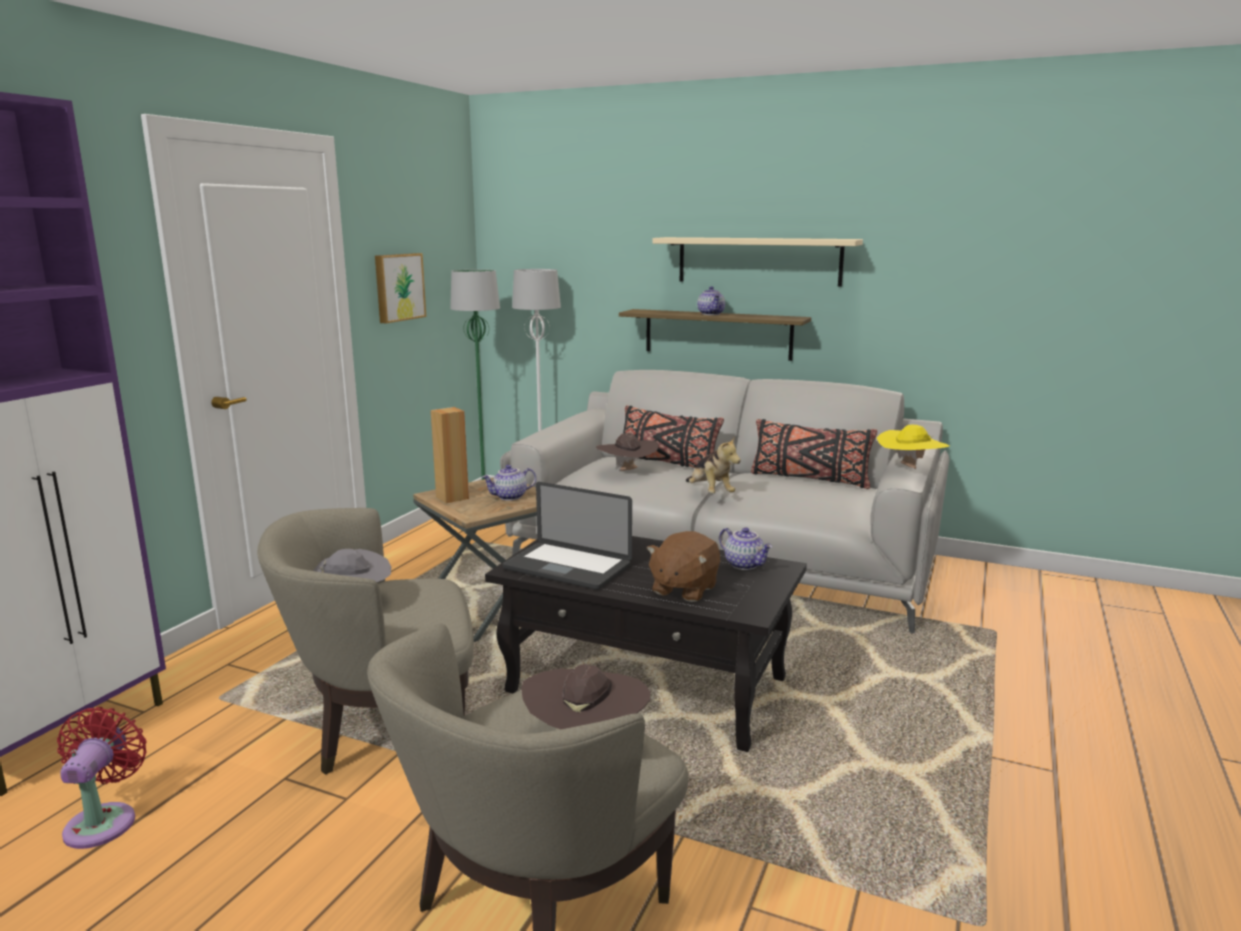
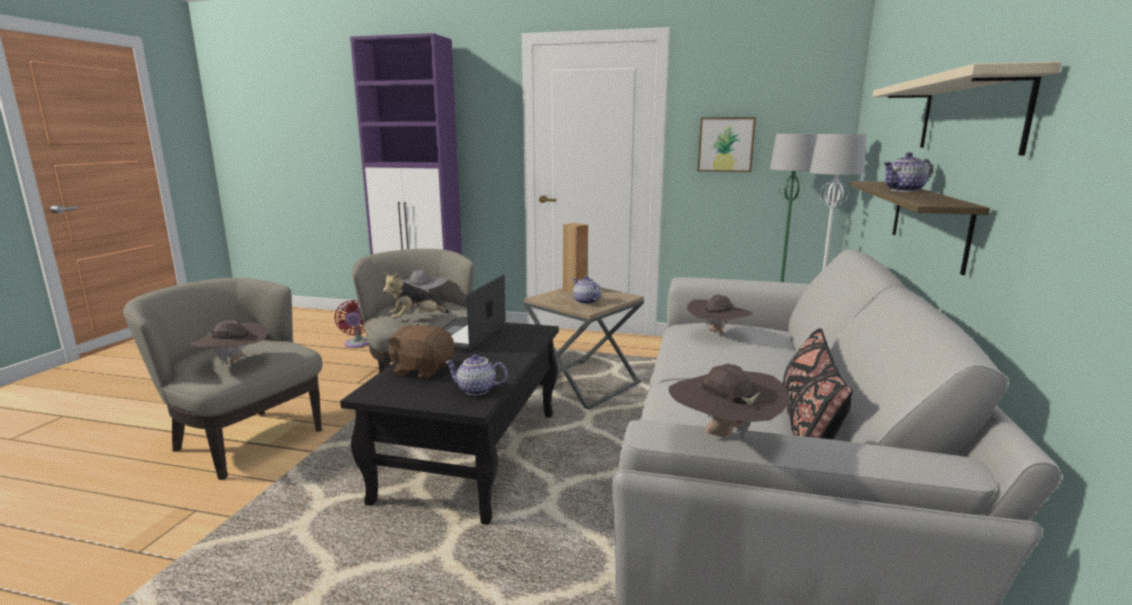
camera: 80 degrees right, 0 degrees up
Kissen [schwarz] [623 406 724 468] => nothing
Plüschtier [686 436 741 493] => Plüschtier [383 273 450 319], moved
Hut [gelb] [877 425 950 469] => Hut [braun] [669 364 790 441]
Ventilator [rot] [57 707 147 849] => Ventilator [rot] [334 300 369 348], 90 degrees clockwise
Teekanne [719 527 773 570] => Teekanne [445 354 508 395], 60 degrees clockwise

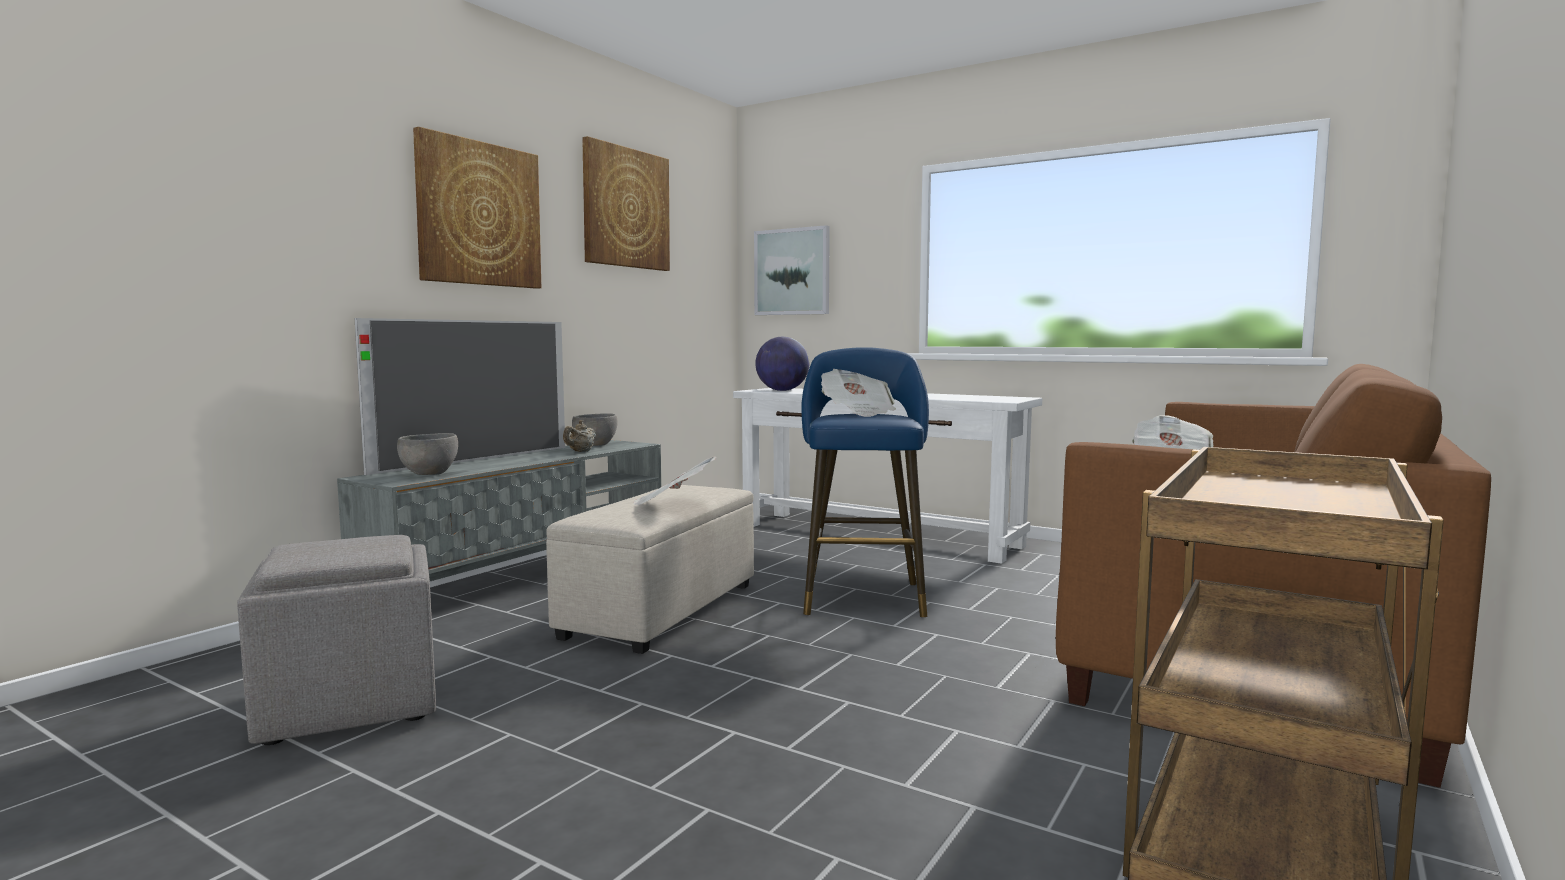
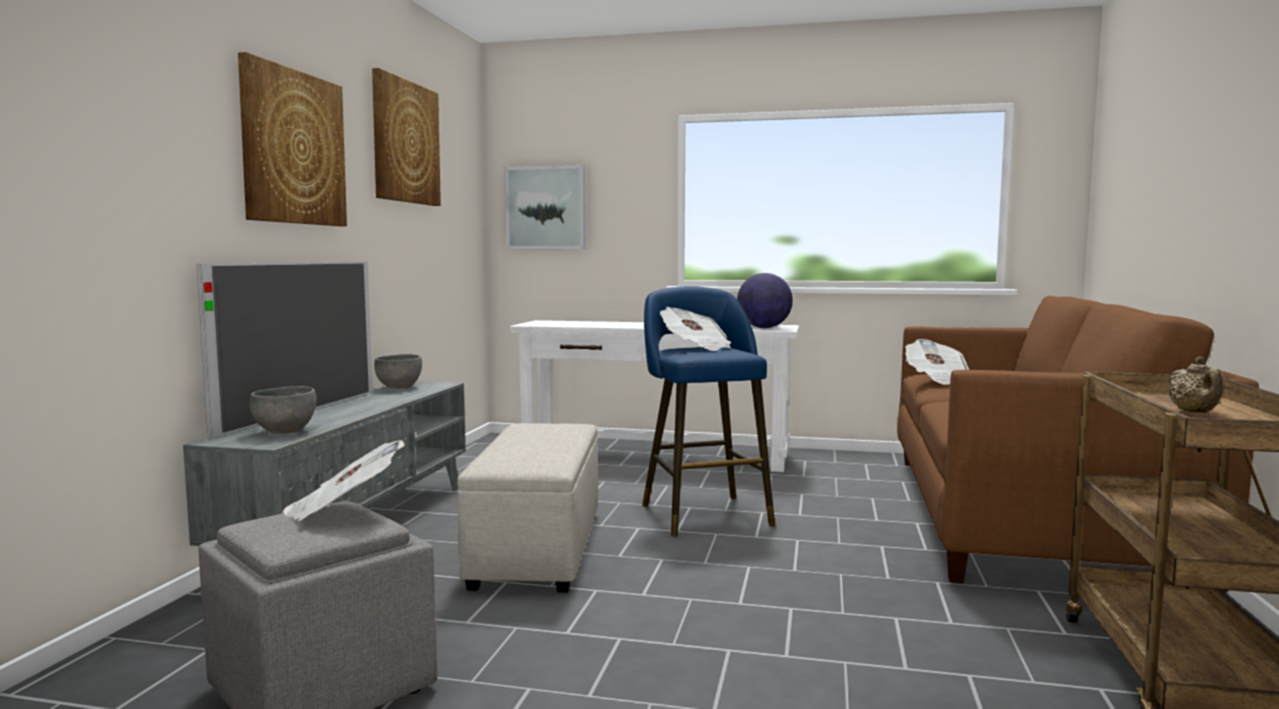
camera: 20 degrees left, 0 degrees up
Teekanne [beige] [563 420 596 452] => Teekanne [beige] [1168 357 1223 413], moved
Zeitung [633 456 716 506] => Zeitung [282 440 404 522], moved
Globus [755 337 809 391] => Globus [737 273 793 328], moved

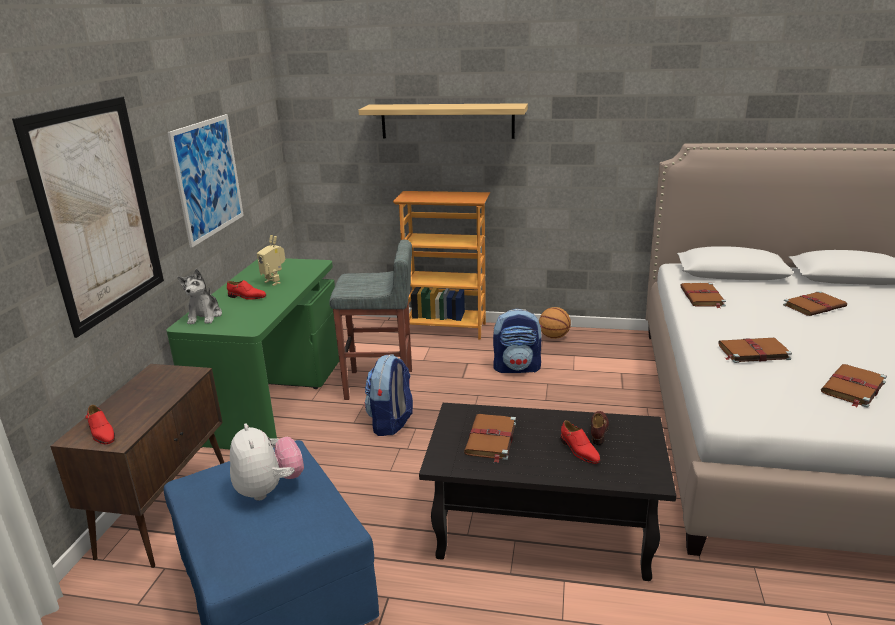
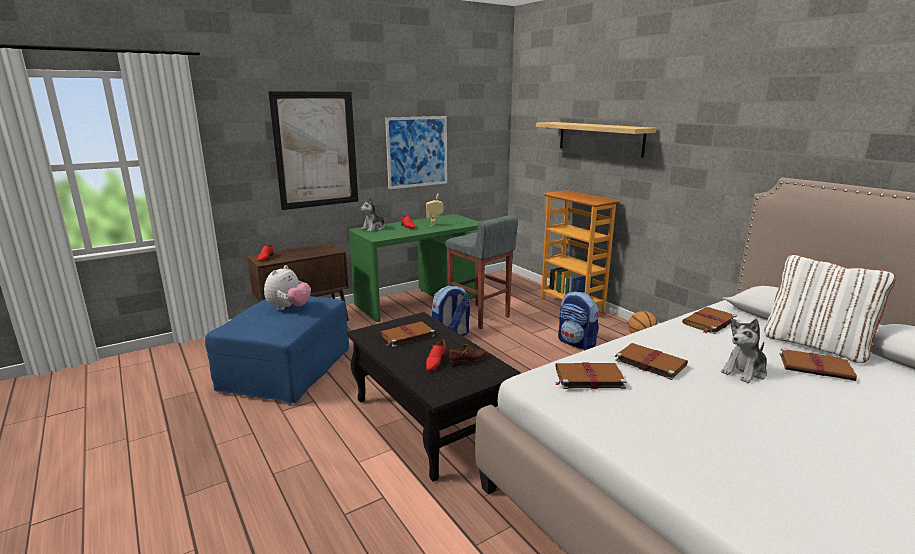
camera: 45 degrees right, 5 degrees down
nothing => Plüschtier [721 319 767 383]
nothing => Kissen [weiß] [764 254 895 363]
Buch [braun] [821 364 887 408] => Buch [braun] [556 363 627 389], moved

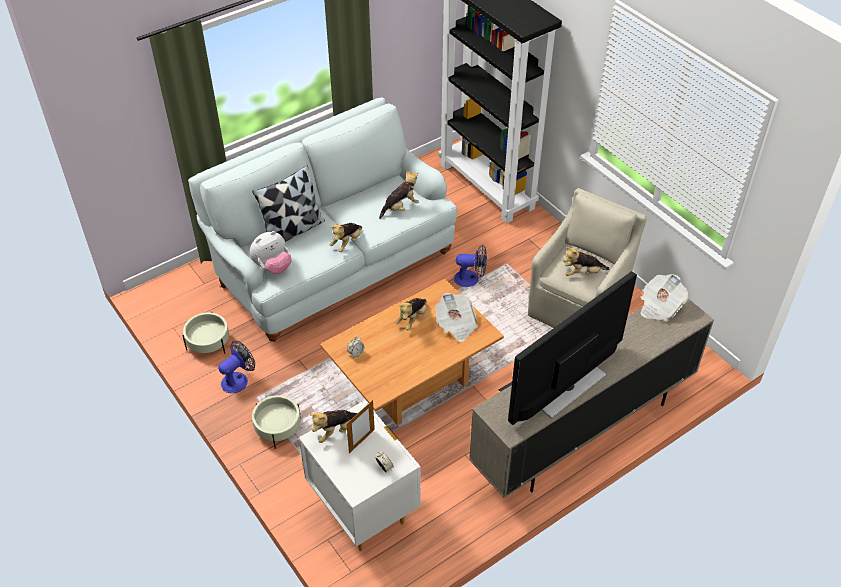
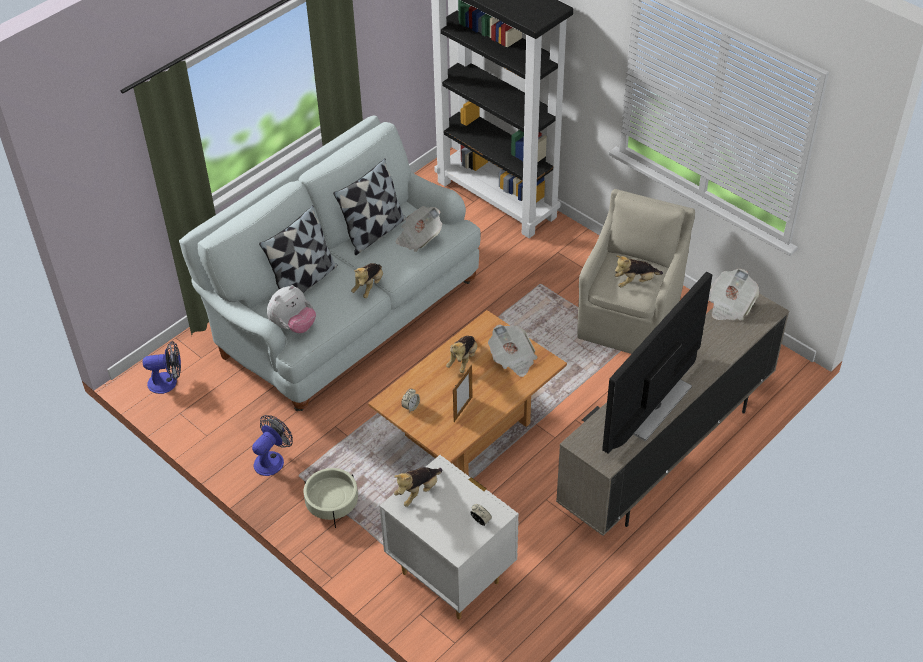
camera: 10 degrees left, 0 degrees up
Pflanzkübel [beige] [182 312 229 354] => nothing
nothing => Kissen [333 158 406 255]
Bilderrahmen [346 400 375 453] => Bilderrahmen [453 364 472 422], moved
Ventilator [454 245 487 287] => Ventilator [143 341 181 394], moved
Plüschtier [379 170 419 219] => Zeitung [396 206 442 252]

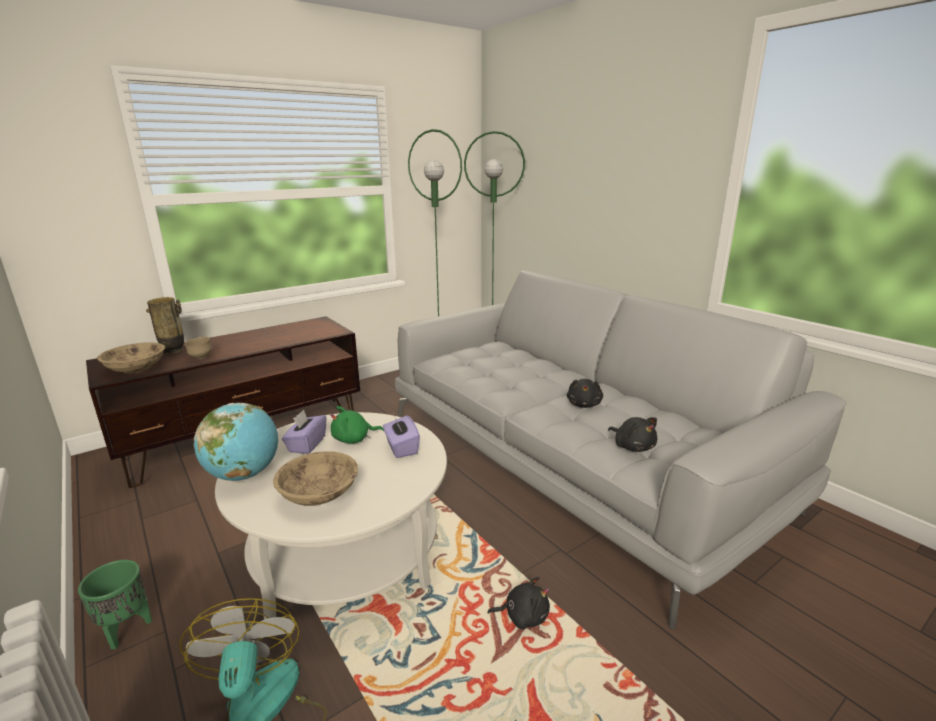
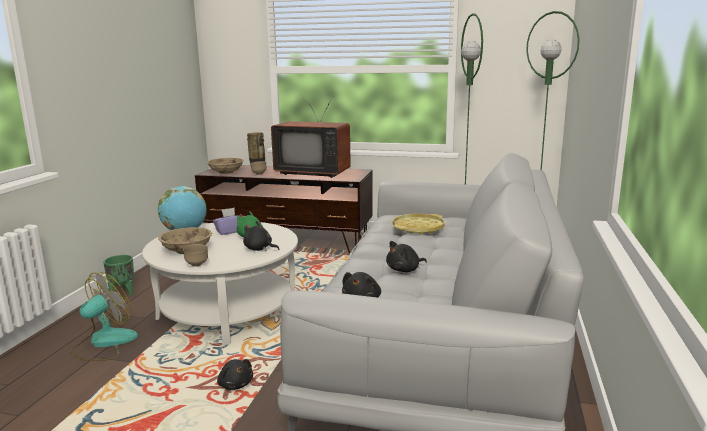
camera: 50 degrees right, 5 degrees down
nothing => Schüssel [braun] [183 244 208 267]
nothing => Fernseher [271 97 351 178]
nothing => Tablett [gelb] [393 214 445 235]
Taschentuchbox [lila] [383 415 420 458] => Plüschtier [schwarz] [243 221 280 251]

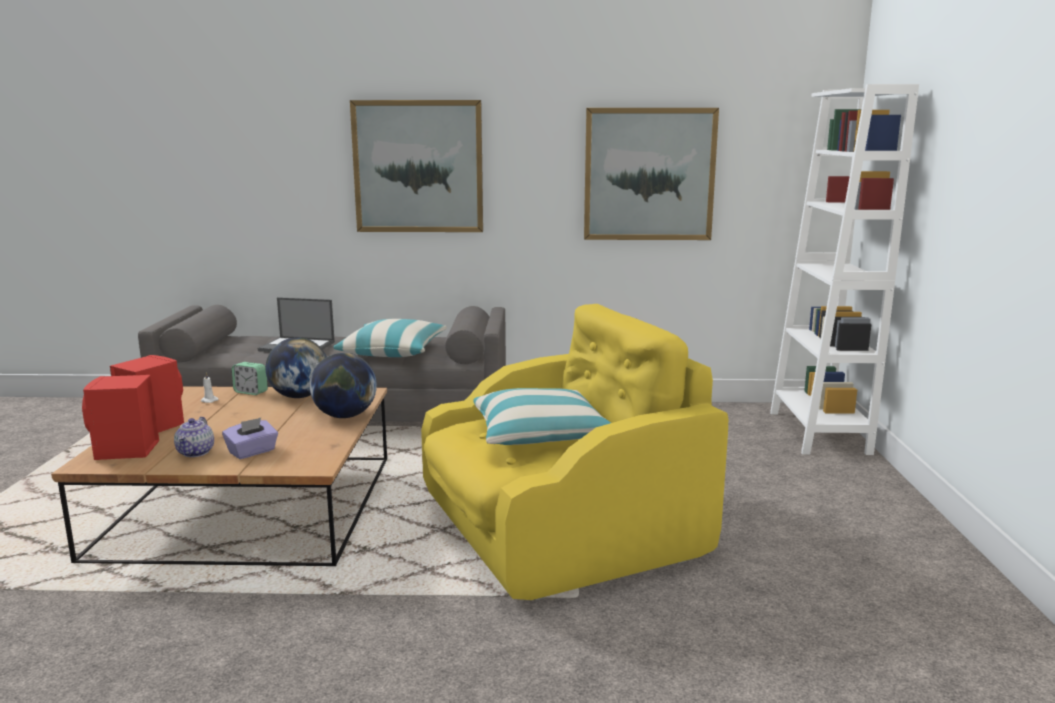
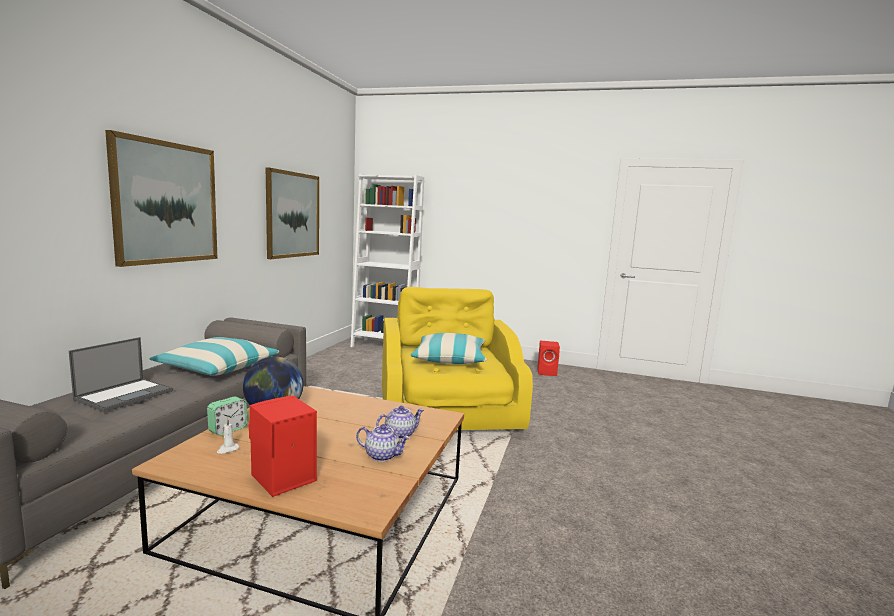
camera: 75 degrees left, 5 degrees down
Globus [310 353 377 418] => nothing
Lautsprecher [rot] [82 375 159 460] => Lautsprecher [rot] [537 341 560 376], moved
Taschentuchbox [lila] [222 418 278 459] => Teekanne [376 406 424 439]

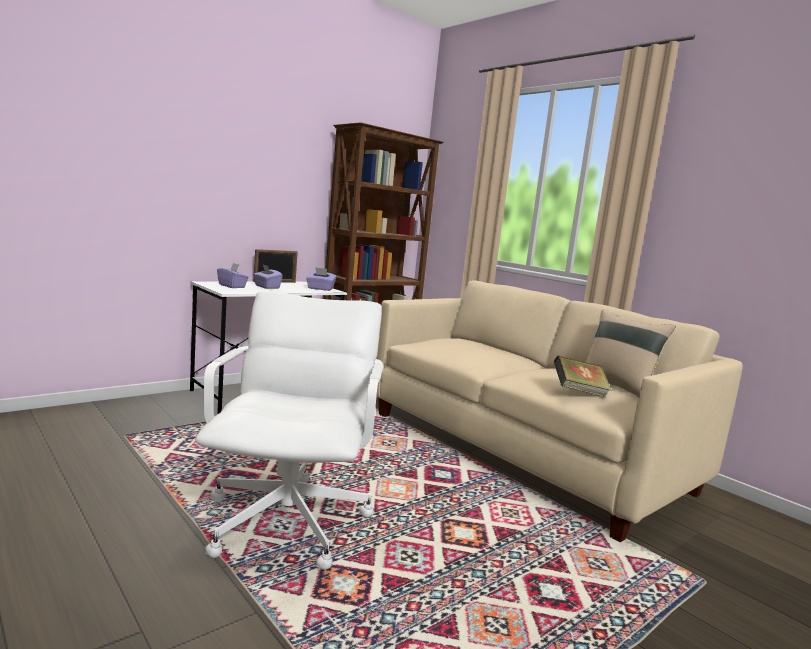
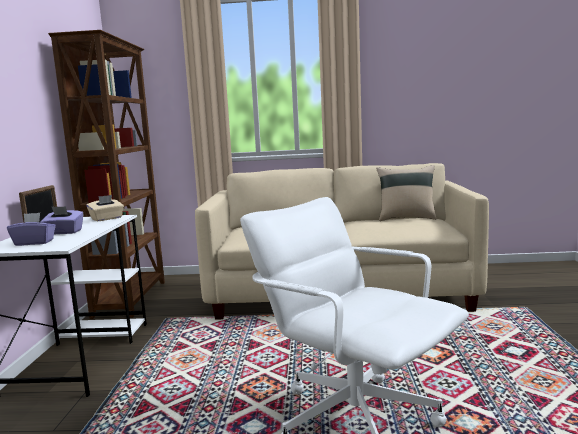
camera: 45 degrees left, 0 degrees up
Buch [554 356 611 397] => nothing
Taschentuchbox [lila] [306 268 336 291] => Taschentuchbox [beige] [87 195 124 221]

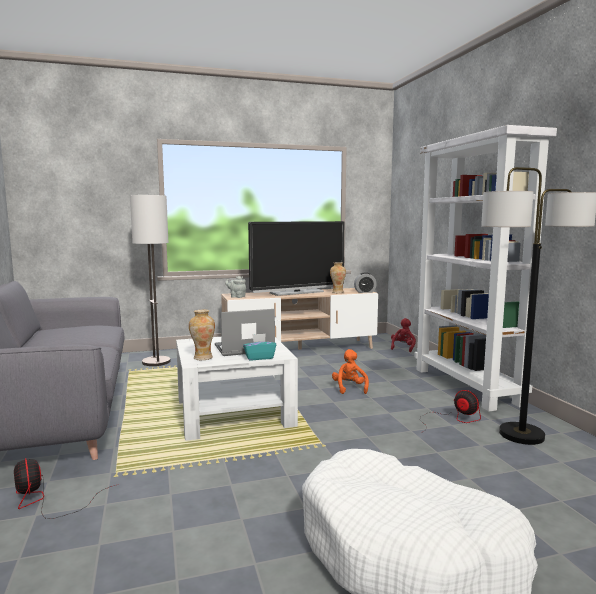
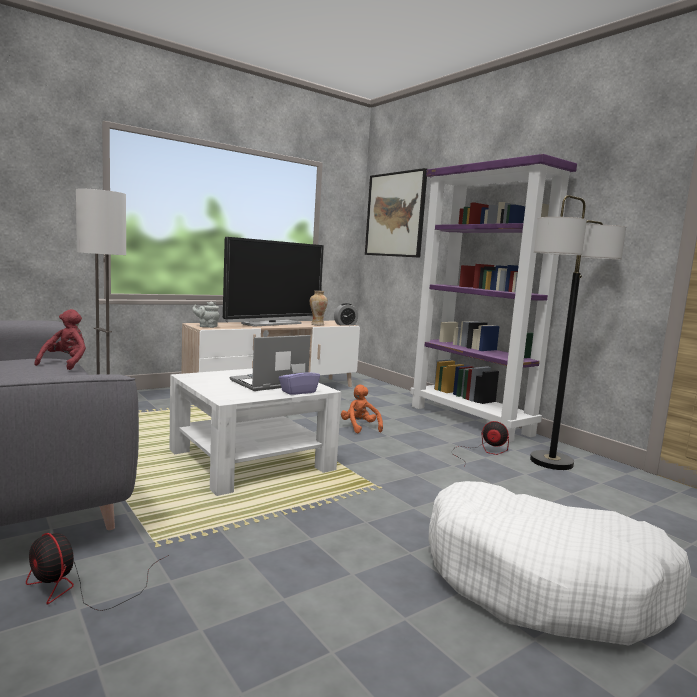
camera: 20 degrees left, 0 degrees up
Vase [189 310 215 360] => nothing
nothing => Bild [365 168 427 258]
Plüschtier [rot] [391 318 416 352] => Plüschtier [rot] [34 309 86 370], moved
Taschentuchbox [türkis] [243 333 276 360] => Taschentuchbox [lila] [279 363 320 395]
Bücherregal [weiß] [414 125 557 412] => Bücherregal [lila] [410 154 577 443]

